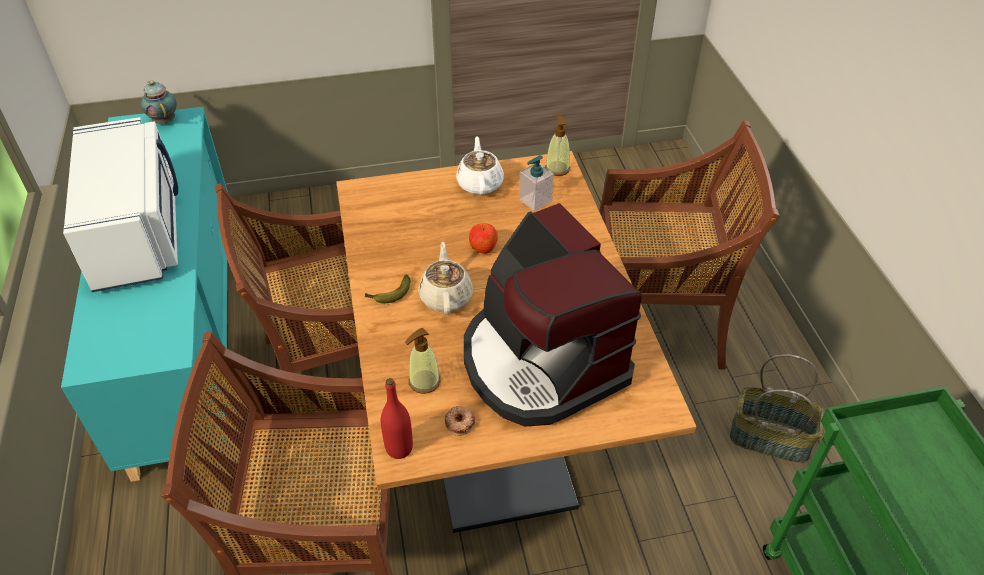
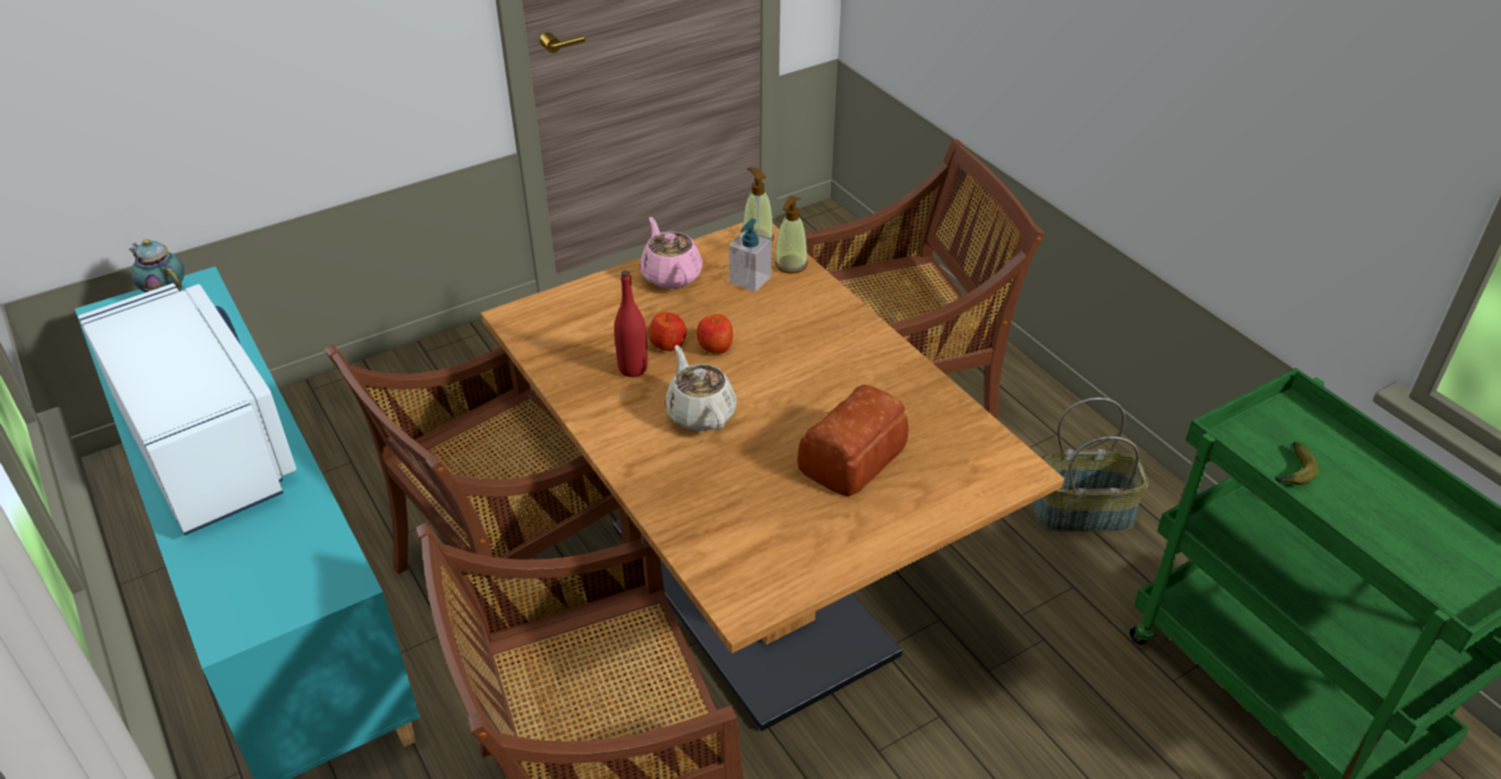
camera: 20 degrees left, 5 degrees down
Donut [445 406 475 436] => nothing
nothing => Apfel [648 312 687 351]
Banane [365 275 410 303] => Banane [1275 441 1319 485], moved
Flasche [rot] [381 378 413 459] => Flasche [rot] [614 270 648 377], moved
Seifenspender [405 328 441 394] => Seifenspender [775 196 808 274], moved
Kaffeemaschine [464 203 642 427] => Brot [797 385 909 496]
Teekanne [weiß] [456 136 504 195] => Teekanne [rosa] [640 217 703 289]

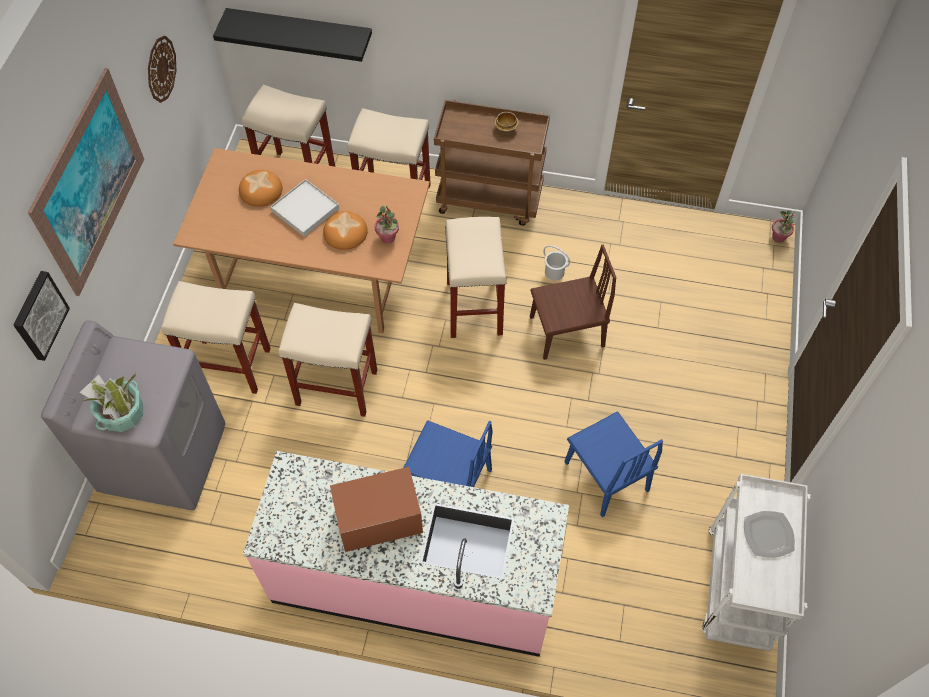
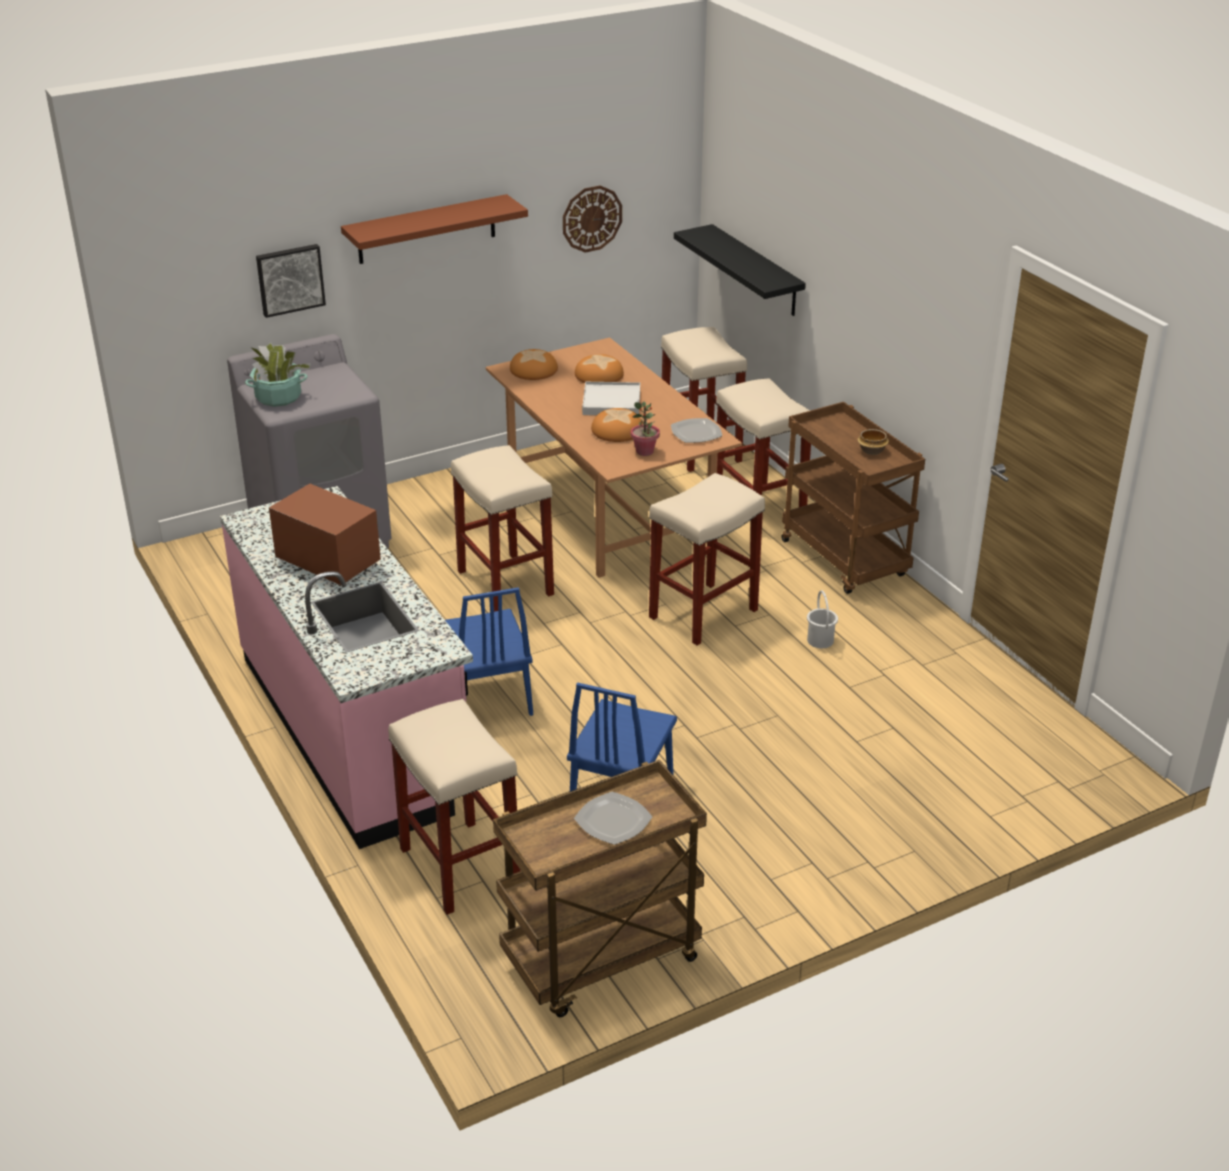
camera: 50 degrees right, 25 degrees down
Stuhl [braun] [530 245 616 360] => nothing
Topfpflanze [772 210 794 243] => nothing
nothing => Brot [510 349 558 380]
nothing => Teller [671 418 722 443]
Hocker [beige] [161 281 270 394] => Hocker [beige] [388 699 521 915], moved
Bild [28 68 144 296] => Wandregal [braun] [341 194 528 264]
Rollwagen [weiß] [702 474 810 651] => Rollwagen [braun] [493 760 707 1017]

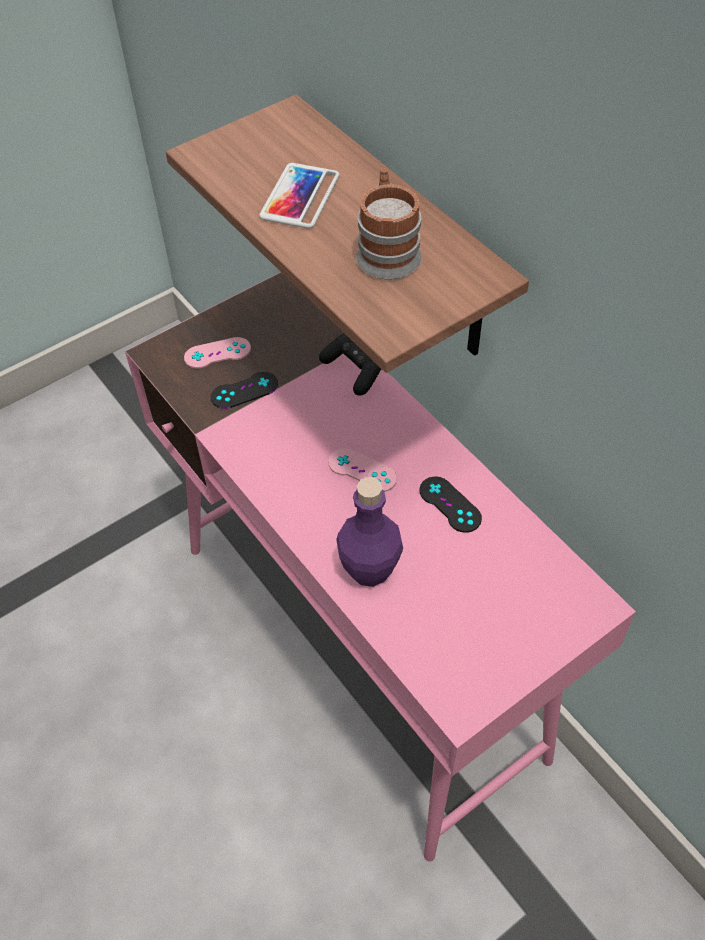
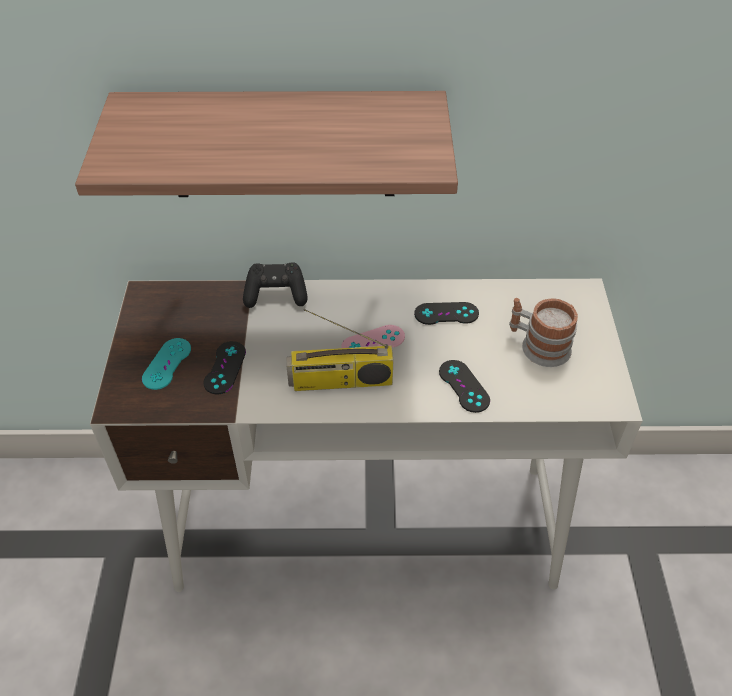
camera: 55 degrees left, 5 degrees down
Handy [259 163 340 229] => nothing
nothing => Radio [286 309 393 391]
Henkelbecher [356 168 422 279] => Henkelbecher [509 298 578 367], moved
Flasche [lila] [336 477 403 587] => Gamepad [schwarz] [439 360 490 413]
Schreibtisch [rosa] [125 272 636 862] => Schreibtisch [weiß] [90 279 643 592]
Gamepad [rosa] [184 337 251 369] => Gamepad [türkis] [142 338 191 390]

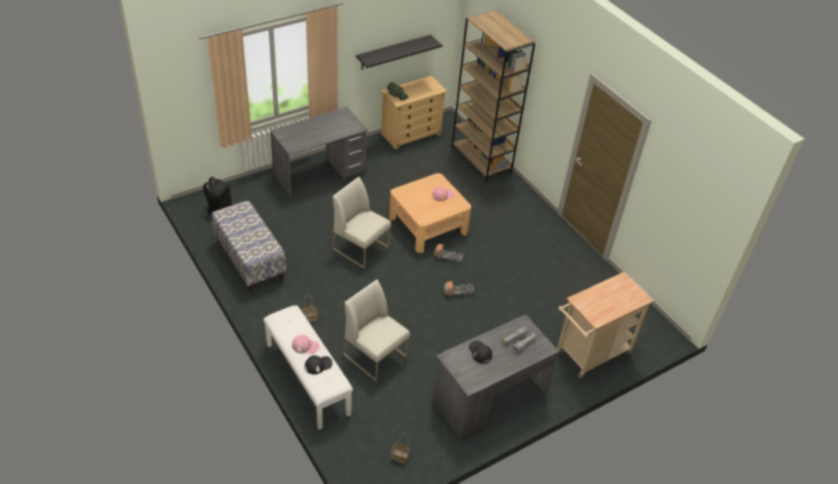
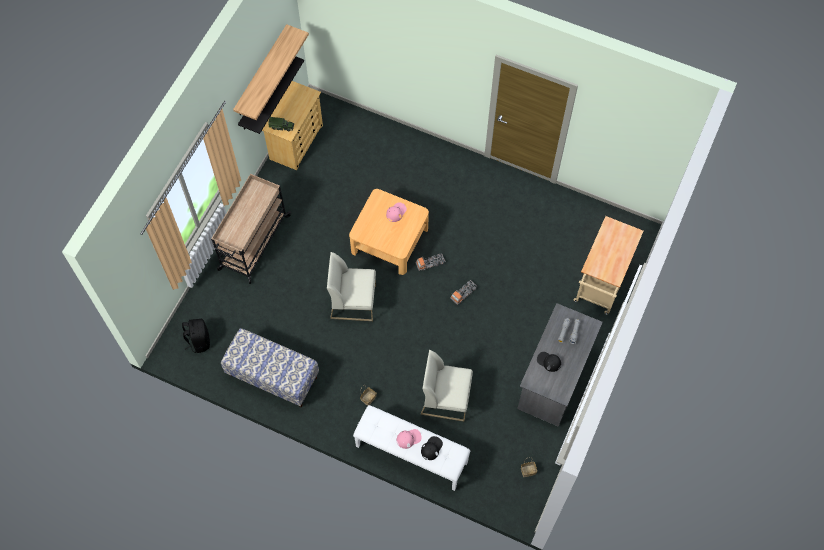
camera: 30 degrees left, 20 degrees up
Bücherregal [braun] [451 10 535 182] => nothing
nothing => Wandregal [233 24 309 120]
Schreibtisch [grau] [270 107 368 198] => Rollwagen [beige] [211 174 291 284]

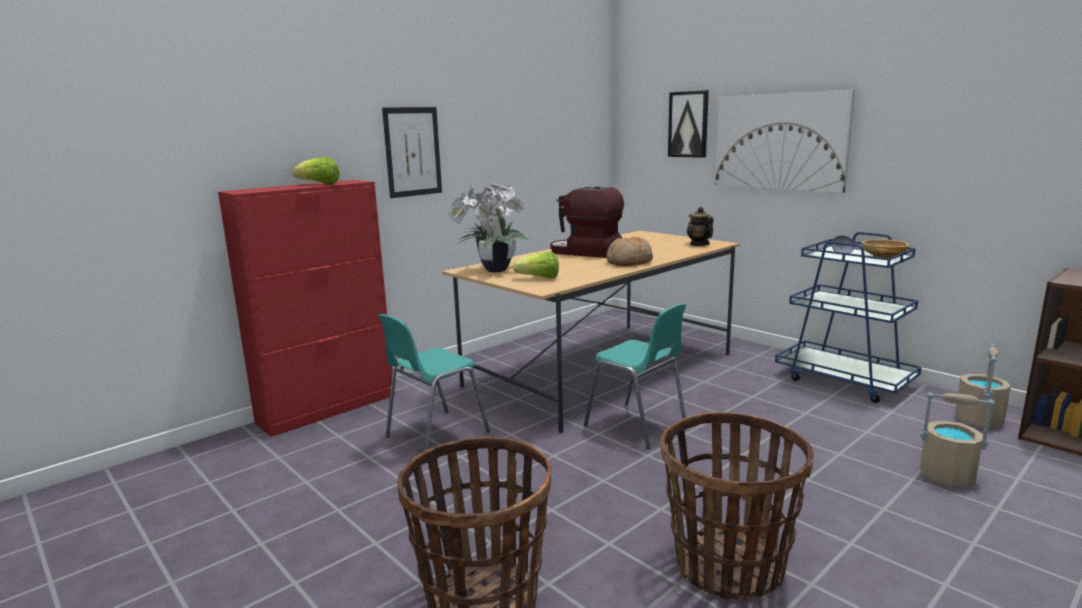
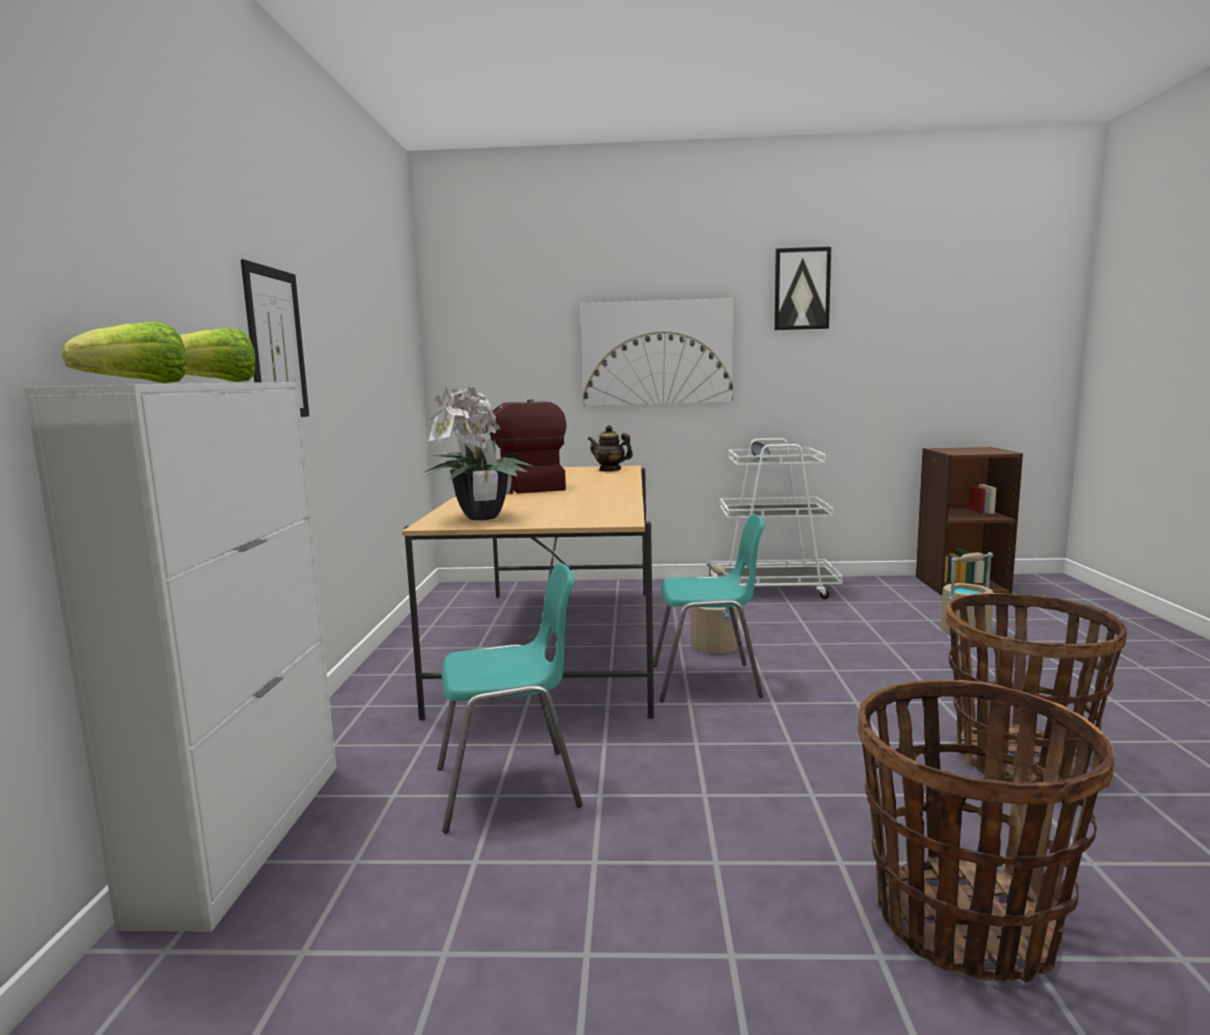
camera: 45 degrees left, 5 degrees down
Brot [607 237 653 266] => nothing
Schüssel [beige] [862 239 910 258] => nothing
Salatkopf [513 252 559 278] => Salatkopf [62 321 187 383], moved
Bild [668 90 709 158] => Bild [774 247 831 330], moved
Eimer [beige] [955 344 1011 428] => Eimer [beige] [691 561 738 653], moved
Schrank [rot] [218 180 395 437] => Schrank [weiß] [24 382 336 932]
Rollwagen [blau] [775 232 921 403] => Rollwagen [weiß] [711 438 843 599]
Stuhl [türkis] [378 314 490 451] => Stuhl [türkis] [437 563 583 833], 105 degrees counterclockwise

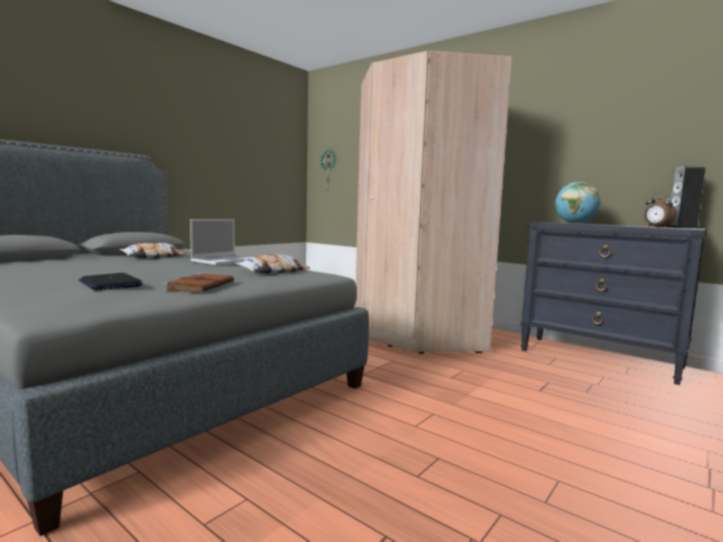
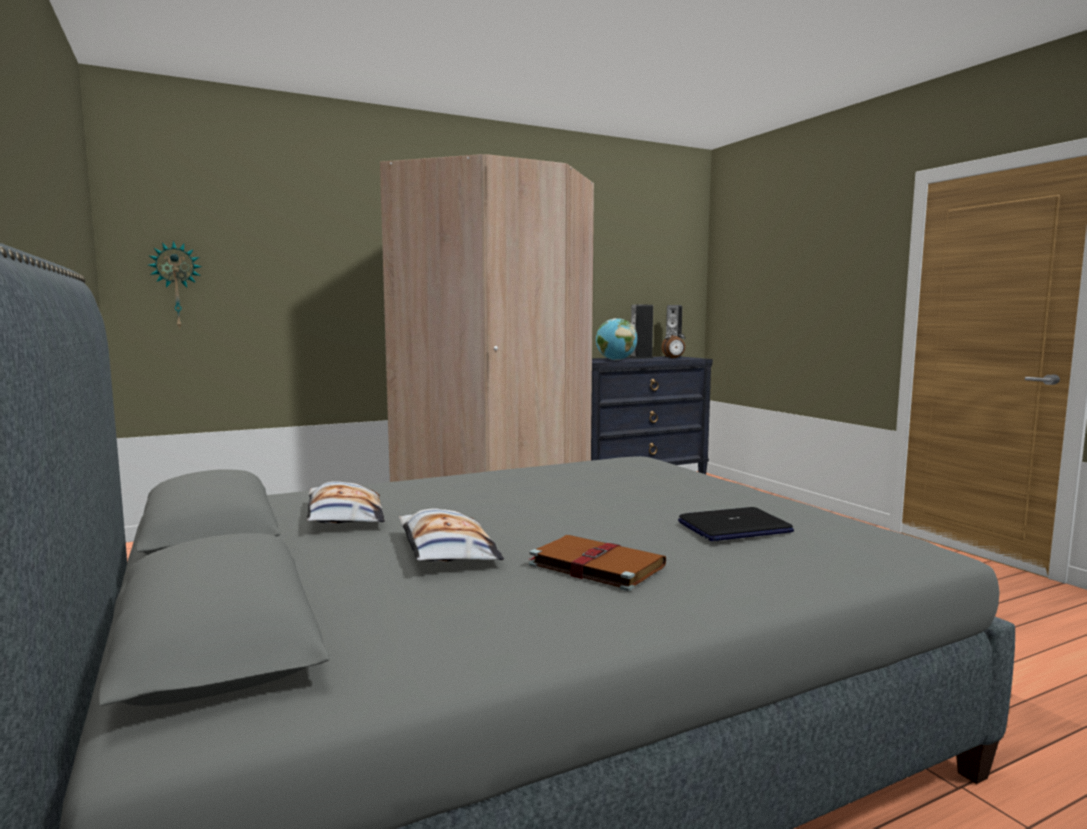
camera: 65 degrees left, 0 degrees up
Laptop [190 219 250 266] => nothing
nothing => Lautsprecher [629 305 653 359]
Buch [braun] [163 273 234 293] => Buch [braun] [529 535 666 591], moved
Kissen [235 254 310 274] => Kissen [399 508 504 562], moved

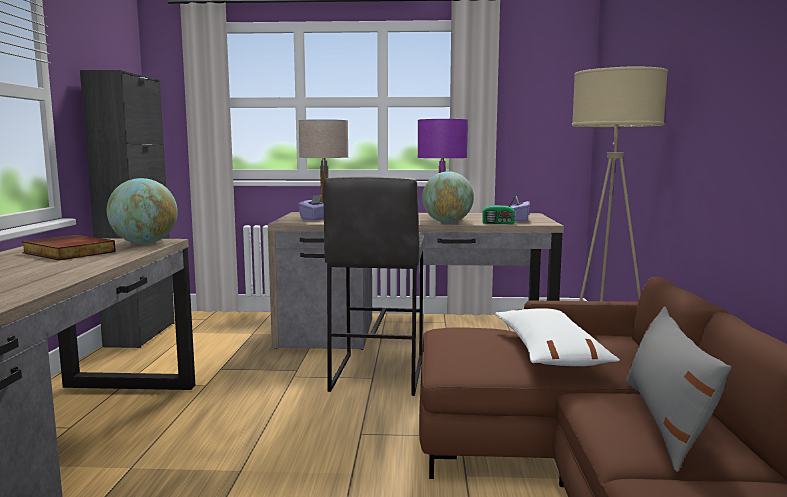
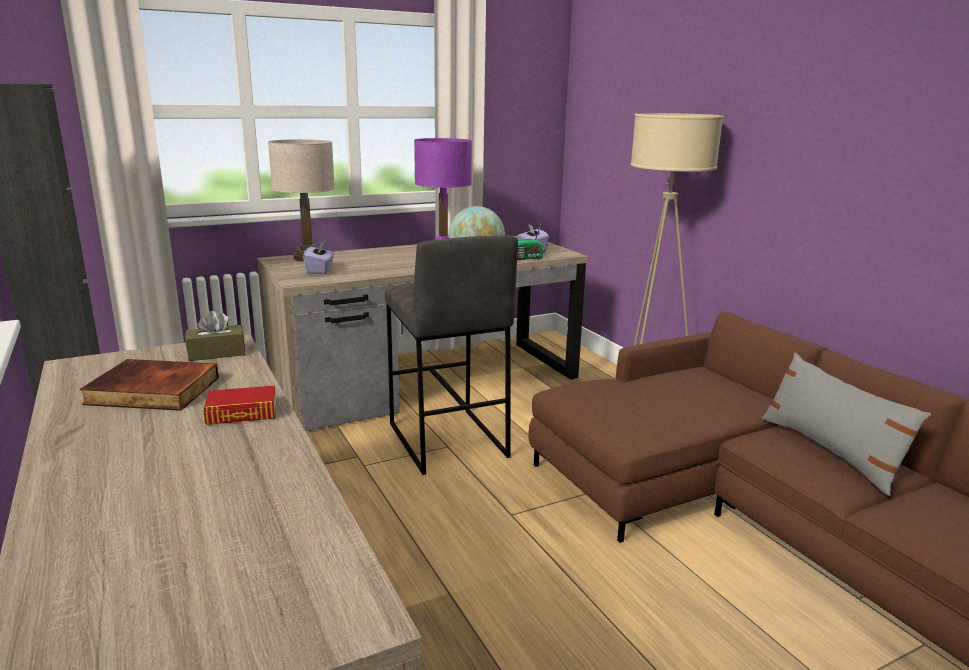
camera: 30 degrees left, 10 degrees up
Kissen [weiß] [495 308 620 366] => nothing
nothing => Buch [204 386 276 425]
Globus [107 178 178 244] => Taschentuchbox [braun] [185 311 245 361]

